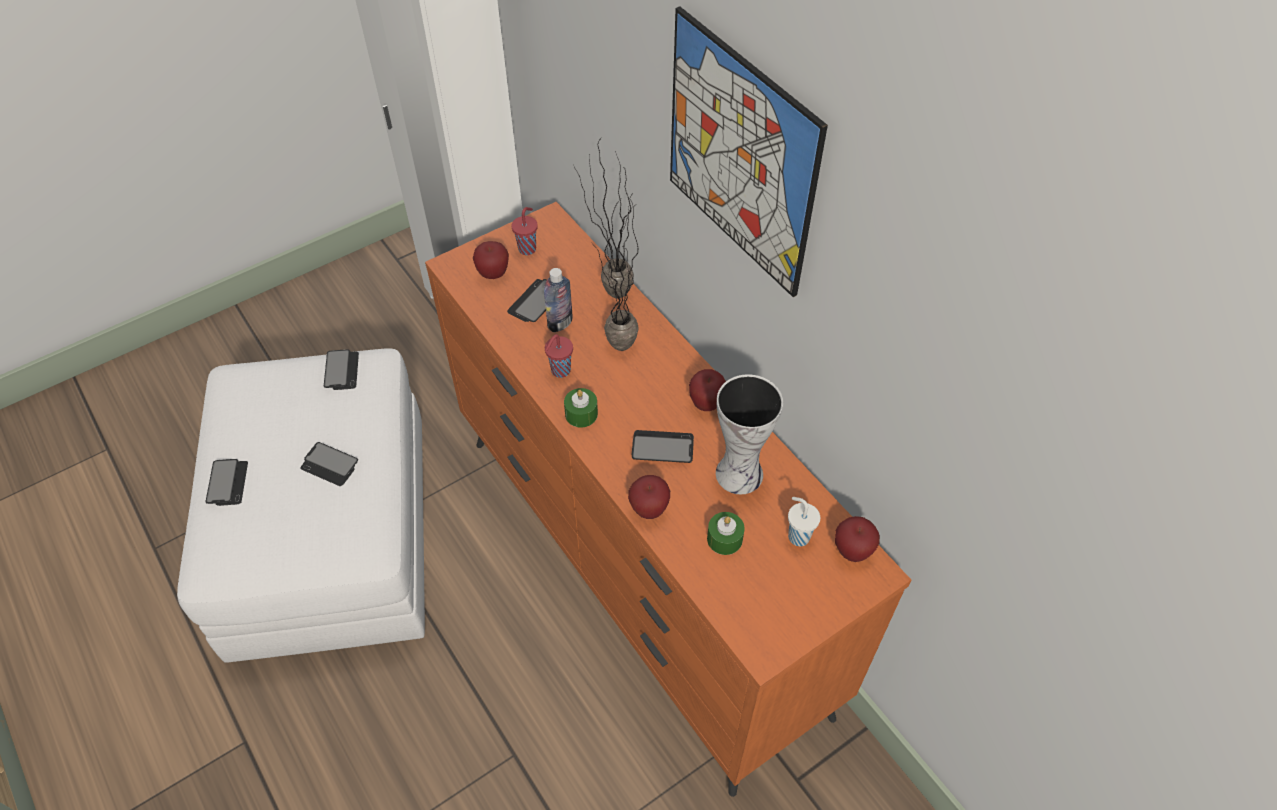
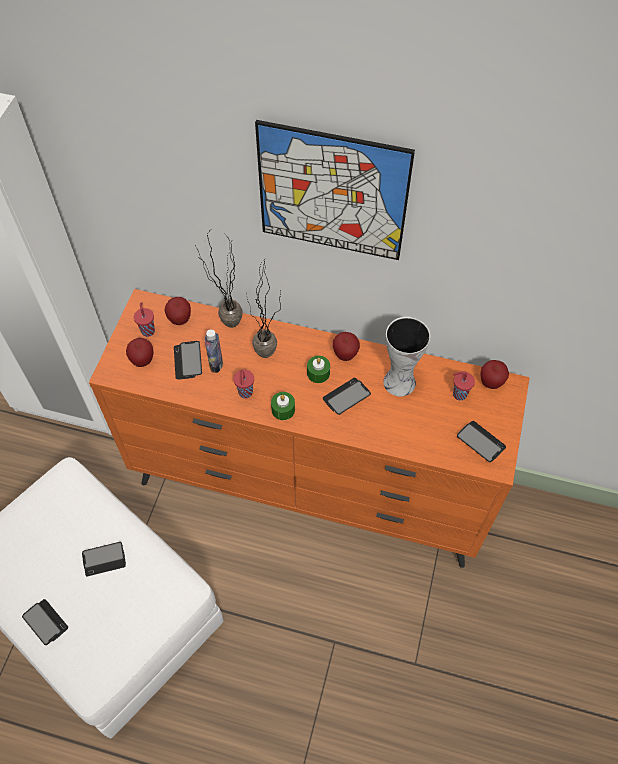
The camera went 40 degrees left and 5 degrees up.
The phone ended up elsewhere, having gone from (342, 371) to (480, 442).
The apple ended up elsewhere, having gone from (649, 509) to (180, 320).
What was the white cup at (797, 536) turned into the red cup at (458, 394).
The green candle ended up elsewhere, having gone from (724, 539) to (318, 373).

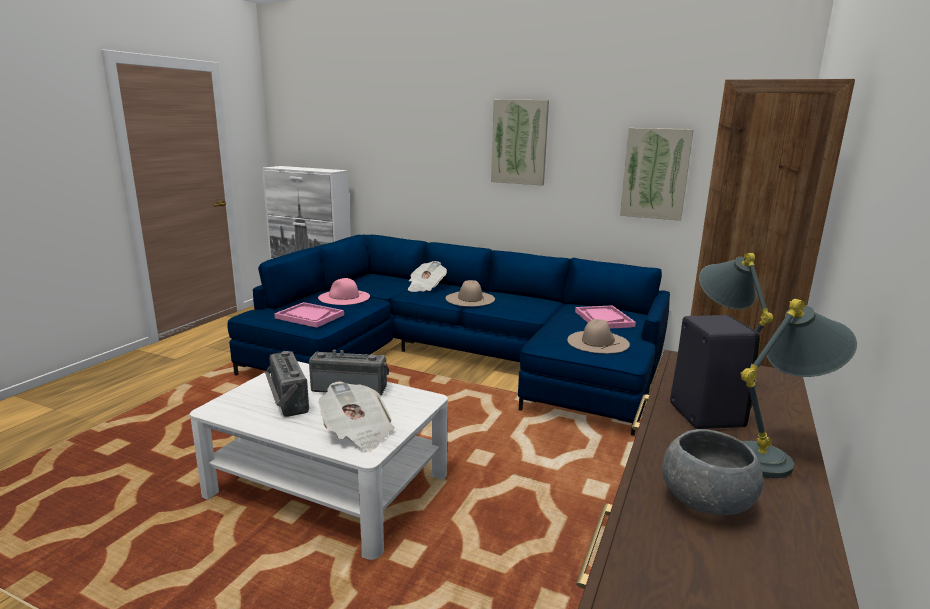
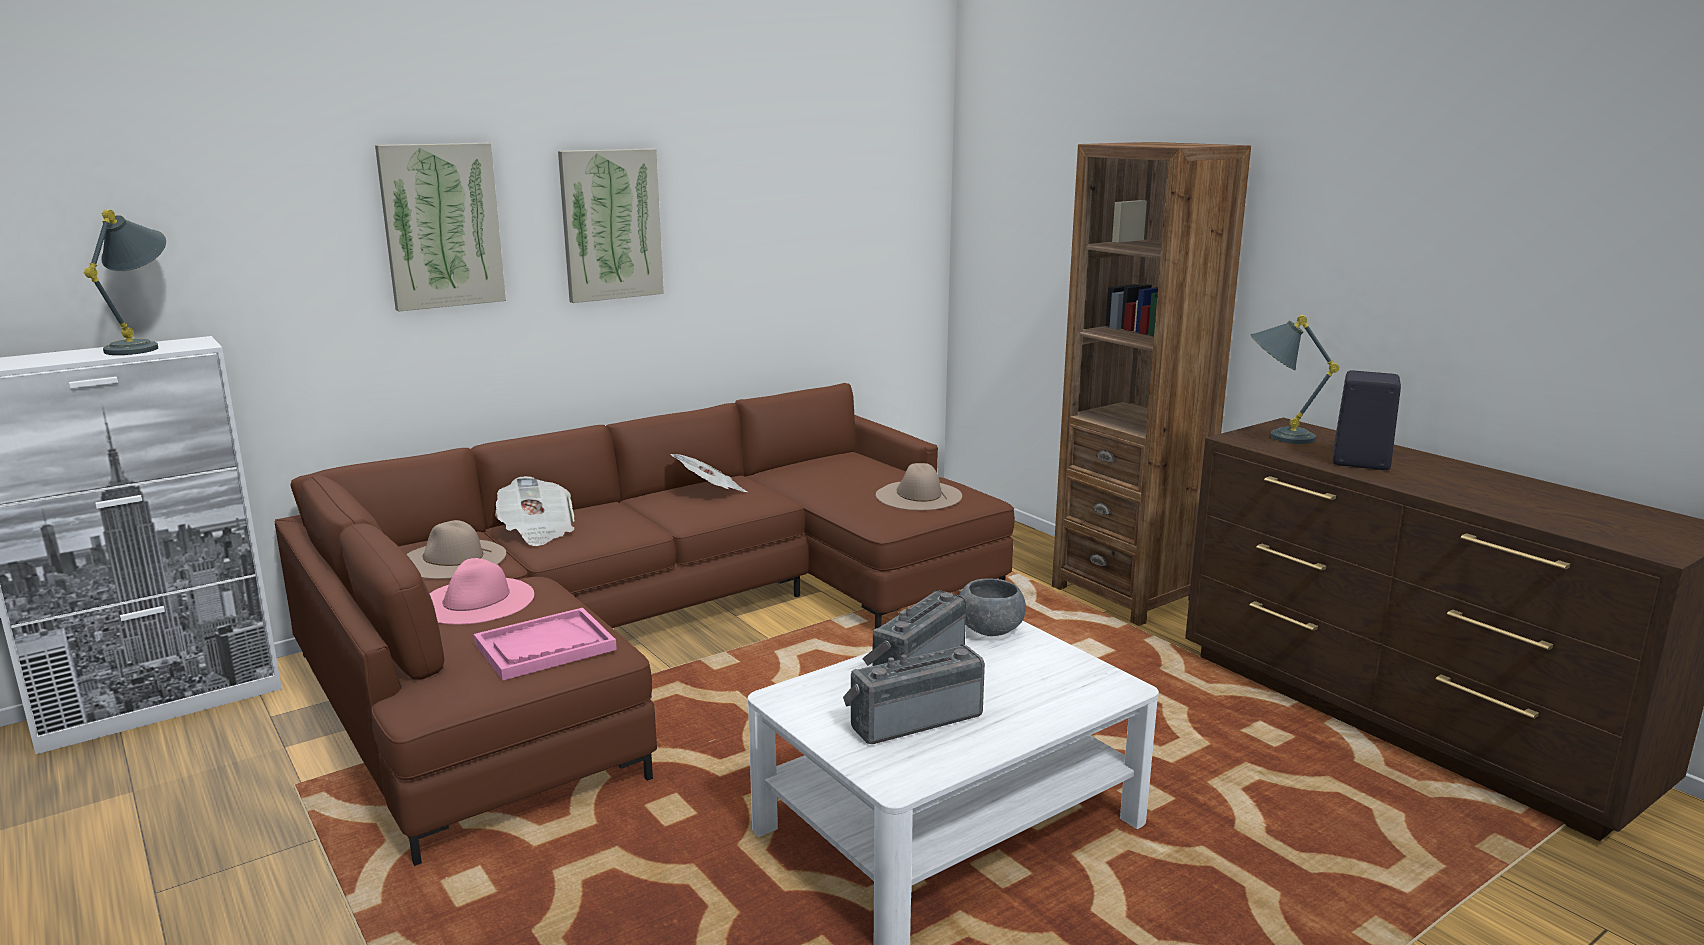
The camera went 60 degrees left and 0 degrees up.
The picture ended up elsewhere, having gone from (655, 173) to (441, 226).
What was the blue sofa at (454, 358) turned into the brown sofa at (655, 632).
The beige hat ended up elsewhere, having gone from (470, 298) to (453, 559).
The grey table lamp ended up elsewhere, having gone from (776, 457) to (144, 346).
The second view lost the pink tray at (603, 319).
The radio at (285, 400) ended up facing another way, 150 degrees clockwise from before.
The newspaper ended up elsewhere, having gone from (357, 433) to (711, 492).
The grey bowl ended up elsewhere, having gone from (706, 502) to (990, 630).

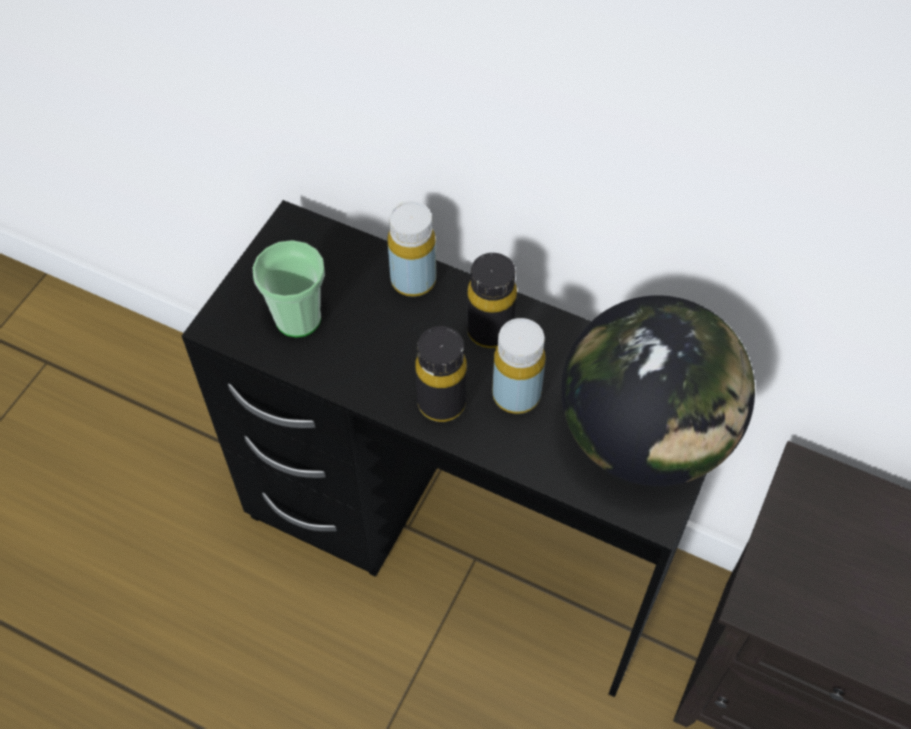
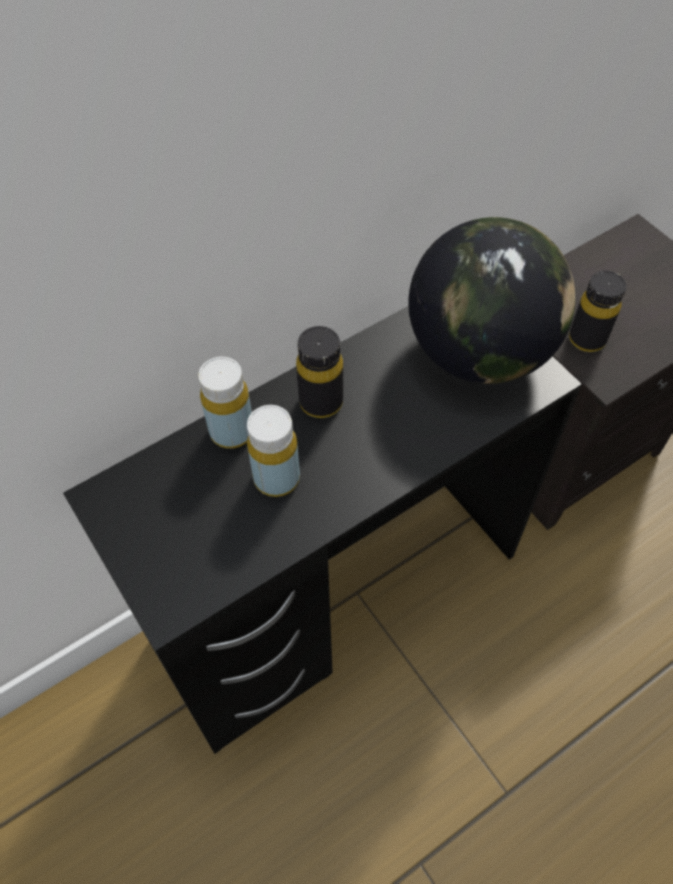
The camera went 60 degrees left and 0 degrees up.
The second view lost the cup at (298, 318).
The yellow bottle ended up elsewhere, having gone from (516, 395) to (276, 478).
The black bottle ended up elsewhere, having gone from (441, 402) to (587, 339).

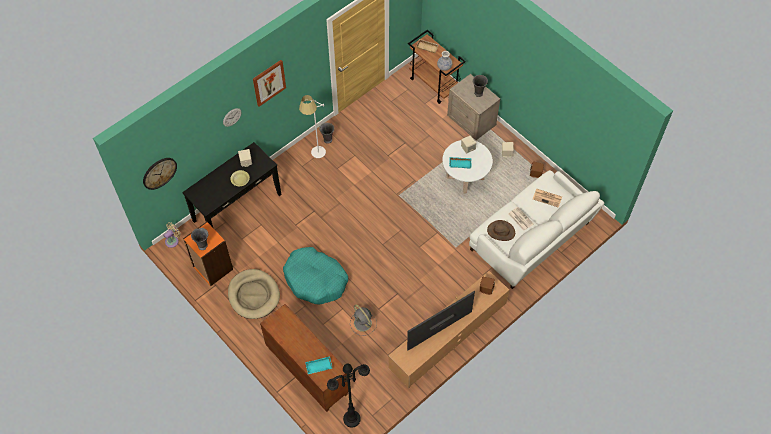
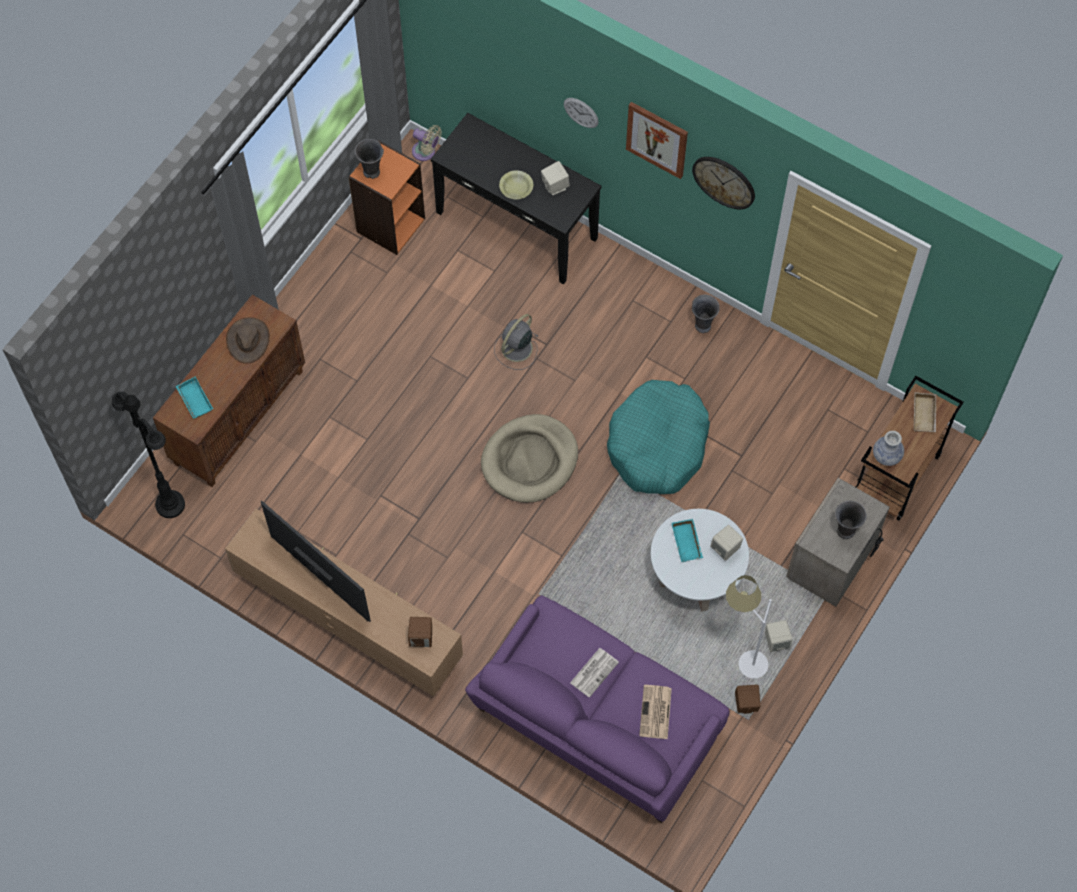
The camera went 75 degrees right and 5 degrees up.
The white floor lamp ended up elsewhere, having gone from (316, 157) to (739, 664).
The wall clock ended up elsewhere, having gone from (159, 173) to (724, 181).
What was the white sofa at (531, 238) turned into the purple sofa at (596, 722).
The brown hat ended up elsewhere, having gone from (501, 231) to (248, 340).
The turquoise dog bed ended up elsewhere, having gone from (315, 280) to (658, 444).
The beige dog bed ended up elsewhere, having gone from (254, 295) to (530, 461).
The grey fan ended up elsewhere, having gone from (363, 324) to (516, 349).

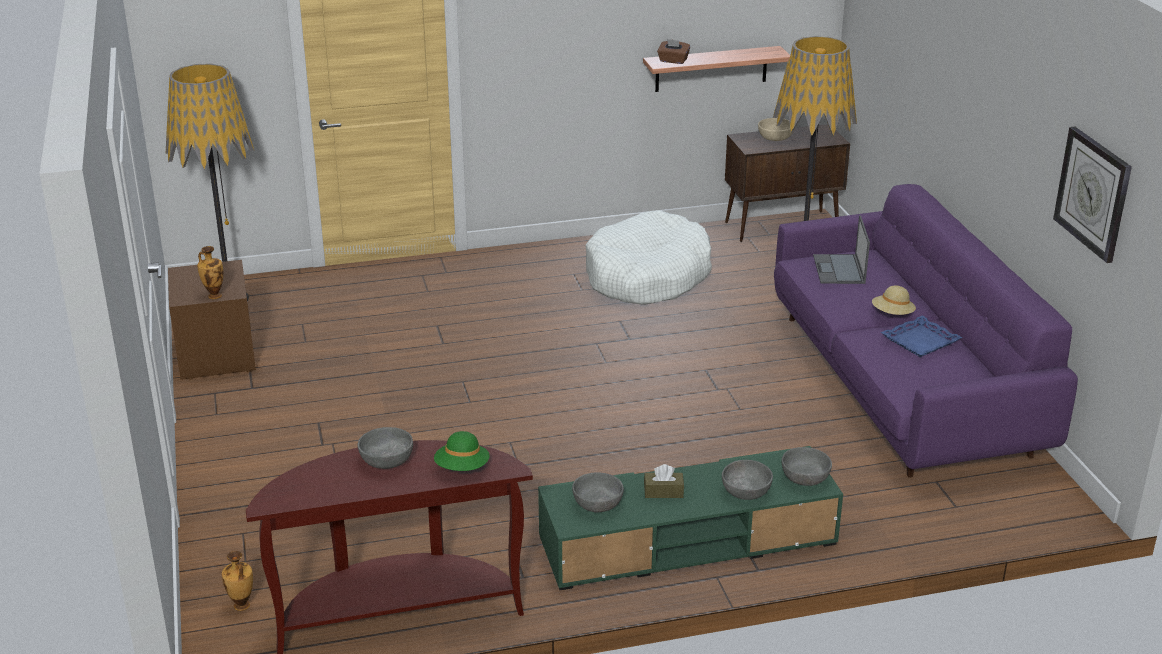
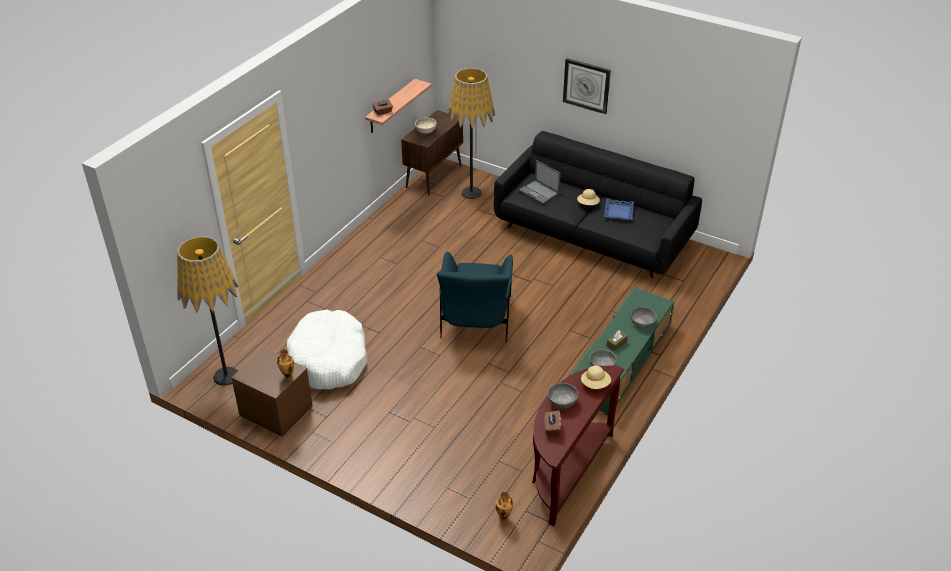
The camera went 45 degrees left and 10 degrees up.
The wall clock ended up elsewhere, having gone from (1093, 193) to (586, 85).
What was the purple sofa at (900, 384) turned into the black sofa at (592, 235).
The white dog bed ended up elsewhere, having gone from (647, 276) to (329, 359).
What was the green hat at (462, 468) turned into the beige hat at (595, 384).
The second view lost the grey bowl at (805, 477).
The second view gained the blue armchair at (476, 319).
The second view gained the brown tissue box at (552, 428).

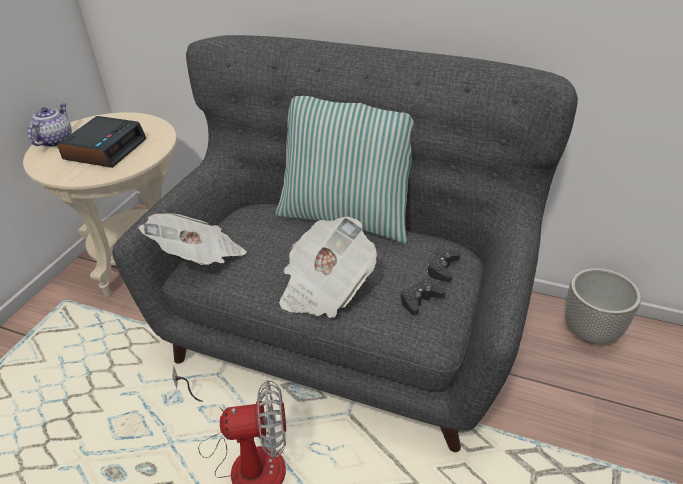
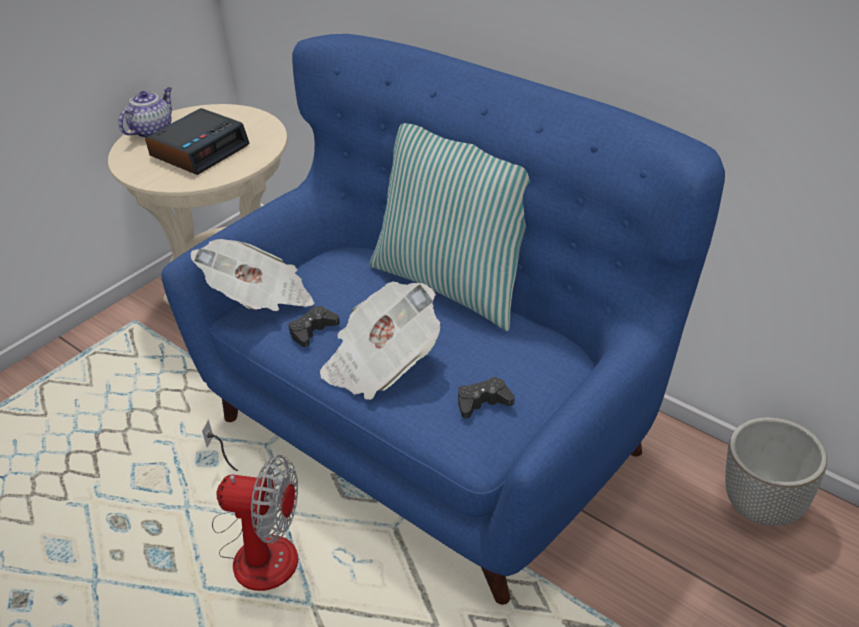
The camera went 20 degrees right and 0 degrees up.
What was the grey sofa at (344, 328) turned into the blue sofa at (436, 426).
The black game controller ended up elsewhere, having gone from (442, 268) to (313, 331).

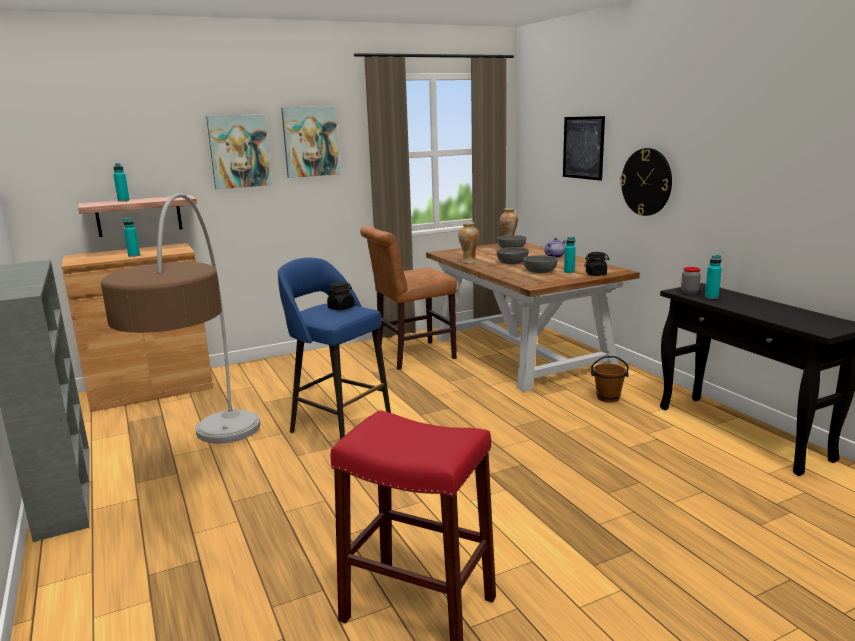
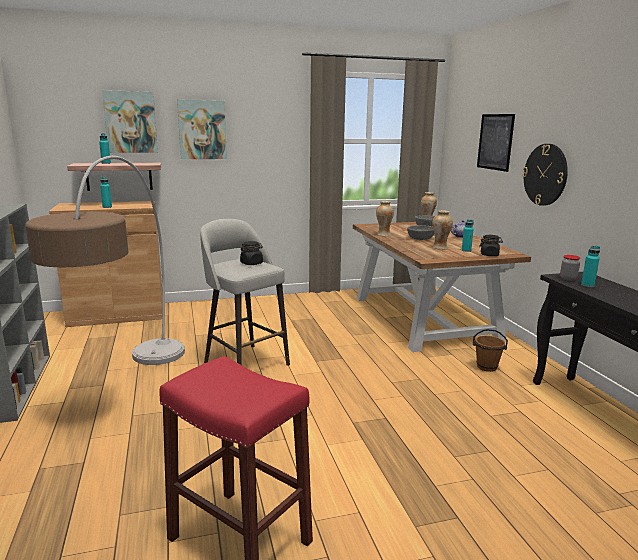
The camera went 10 degrees right and 0 degrees up.
The picture ended up elsewhere, having gone from (310, 141) to (131, 122).
The second view lost the brown chair at (411, 356).
Where the grey bowl stood at (539, 271), the vase came to stand at (440, 248).
What was the blue stool at (339, 426) turned into the grey stool at (245, 363).

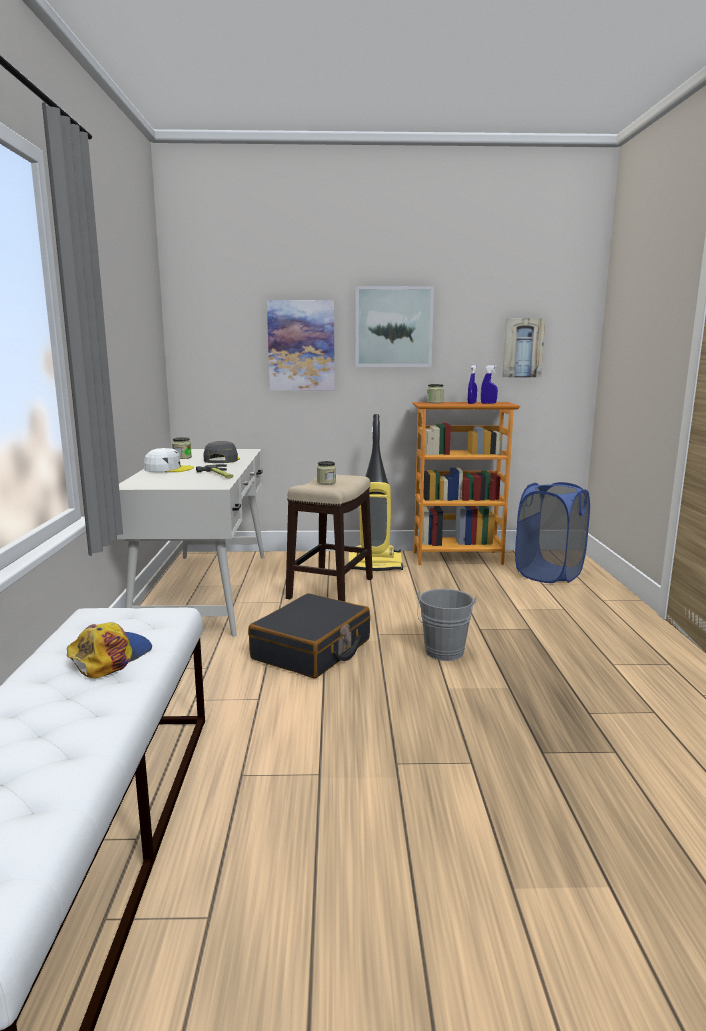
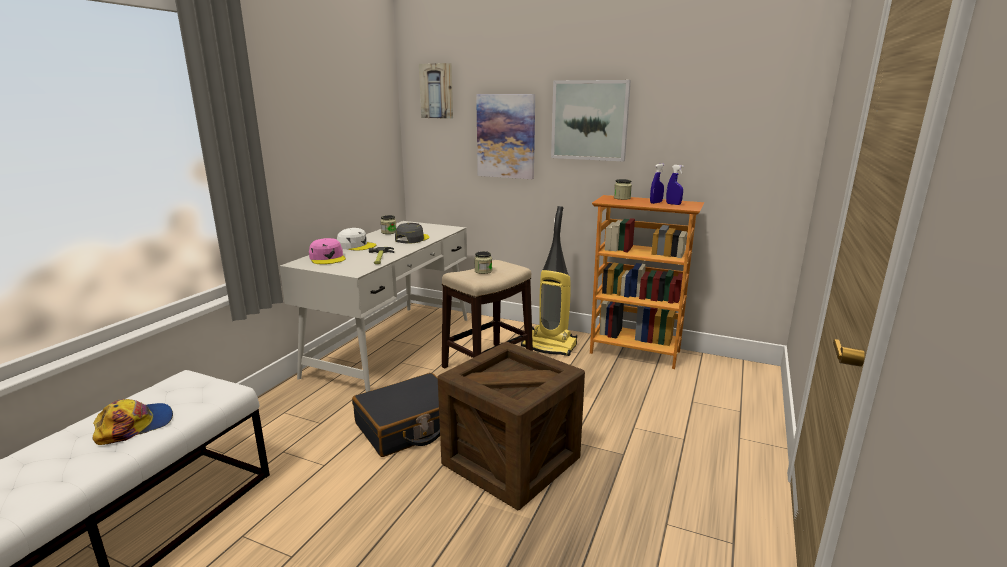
The camera went 25 degrees right and 5 degrees up.
The picture ended up elsewhere, having gone from (522, 348) to (437, 91).
The second view lost the blue laundry basket at (549, 574).
Where the grey bucket stood at (443, 654), the crate came to stand at (511, 461).
The second view gained the pink cap at (327, 258).

